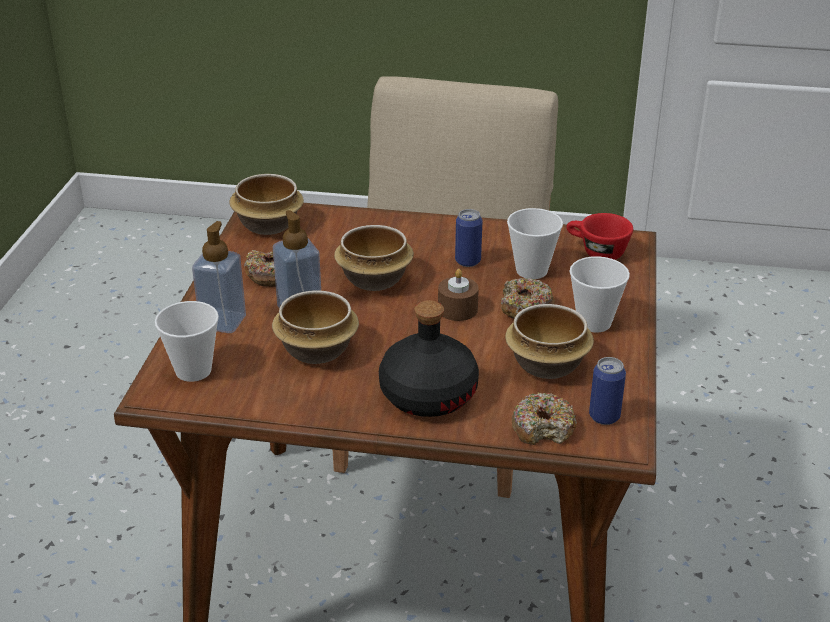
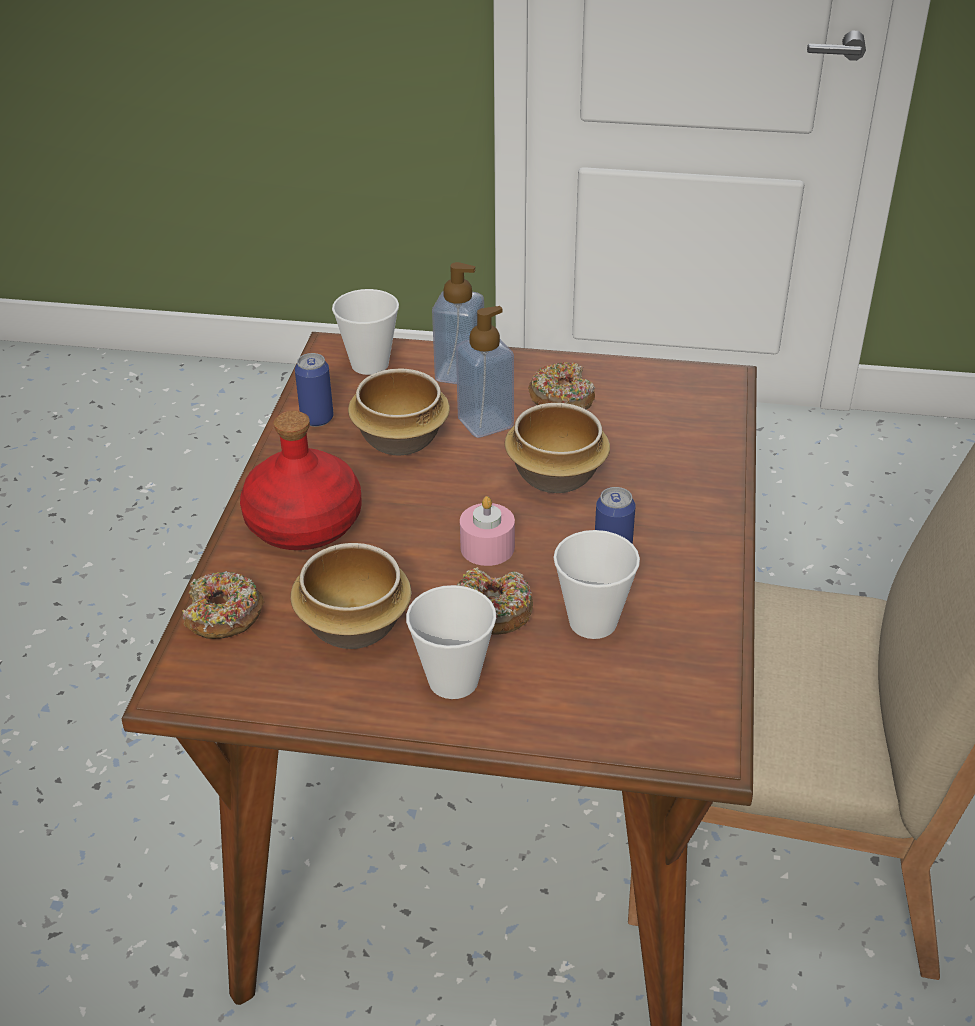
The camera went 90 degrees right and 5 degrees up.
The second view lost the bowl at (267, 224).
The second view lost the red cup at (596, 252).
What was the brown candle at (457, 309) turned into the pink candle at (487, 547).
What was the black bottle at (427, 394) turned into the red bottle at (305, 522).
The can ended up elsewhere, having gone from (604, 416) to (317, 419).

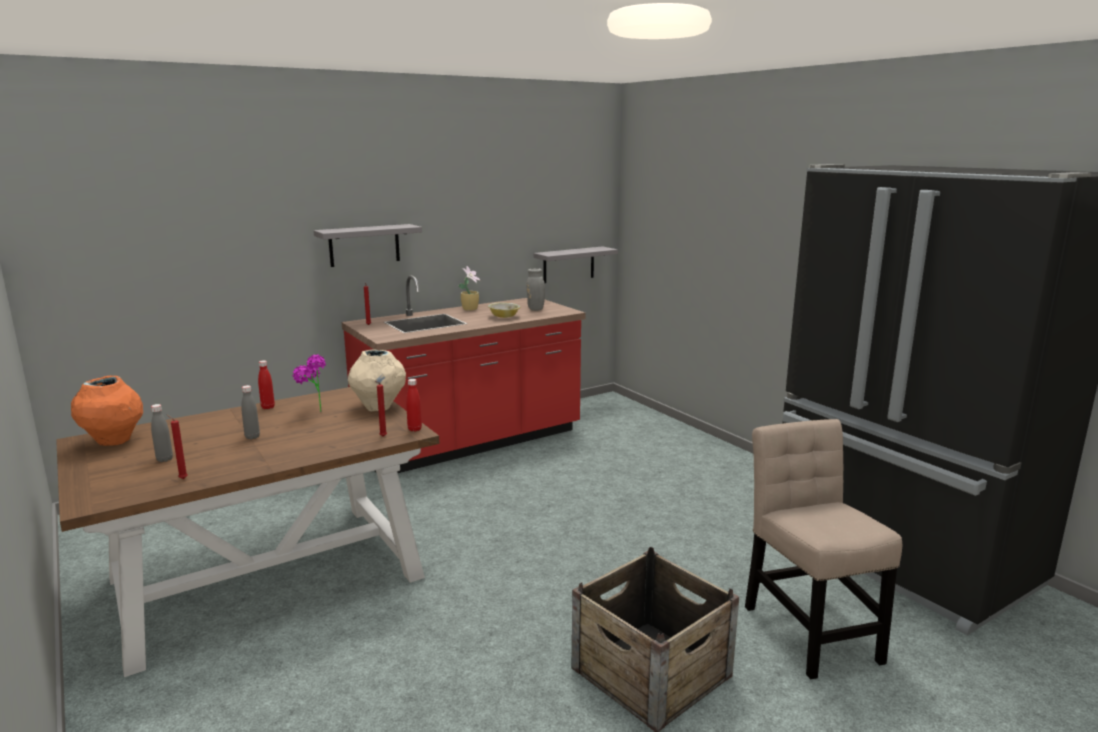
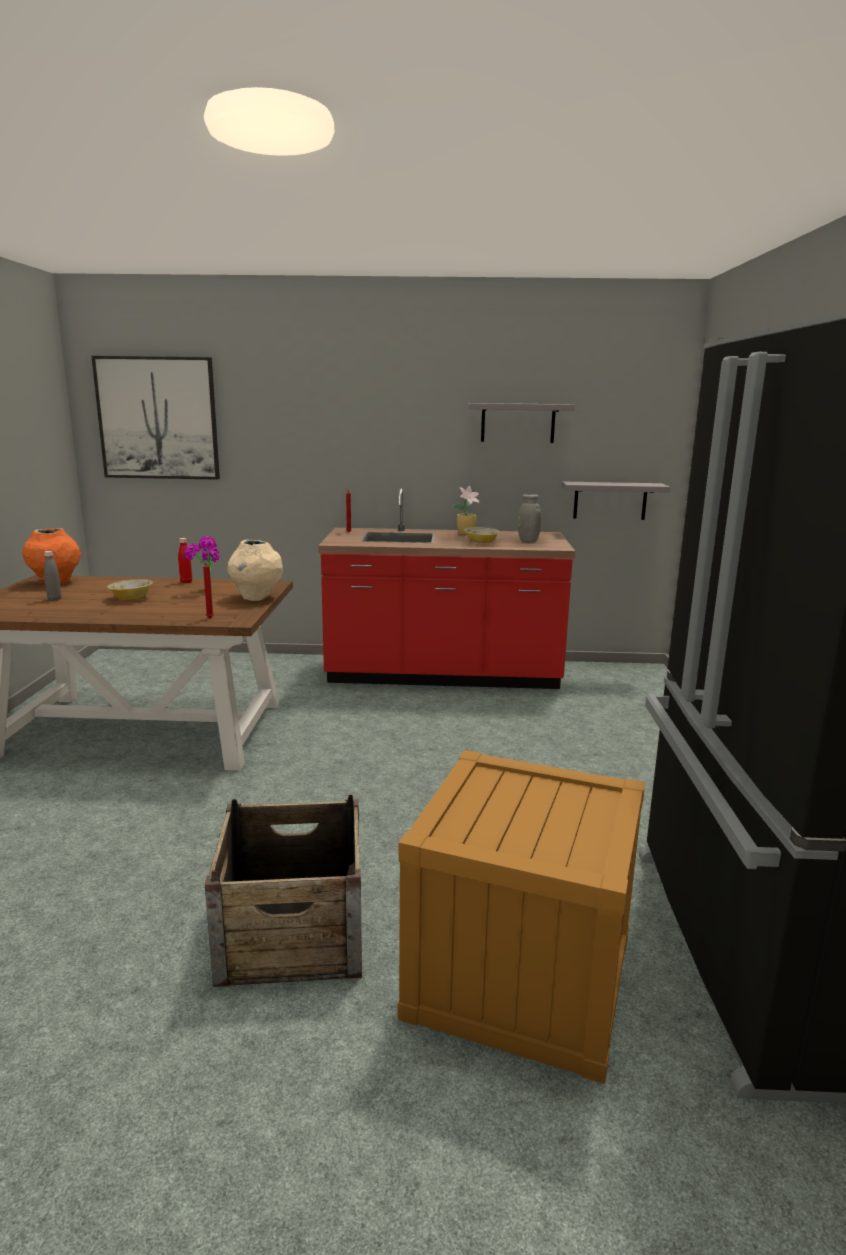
The camera went 35 degrees right and 0 degrees up.
The grey shelf ended up elsewhere, having gone from (364, 245) to (518, 423).
The second view lost the red bottle at (414, 429).
Where the grey bottle stood at (252, 437), the bowl came to stand at (131, 598).
The second view lost the red candle at (182, 479).
Where the beige chair stood at (808, 628), the crate came to stand at (521, 976).
The second view gained the picture at (158, 418).

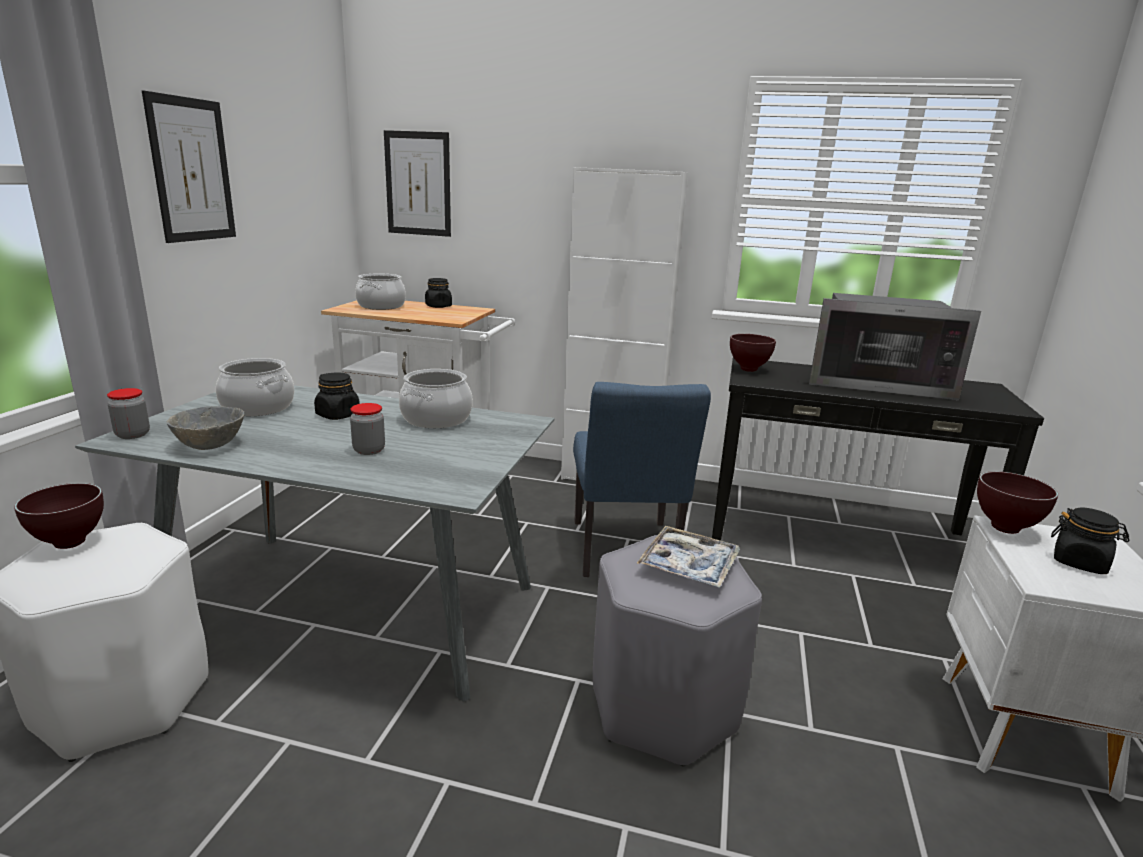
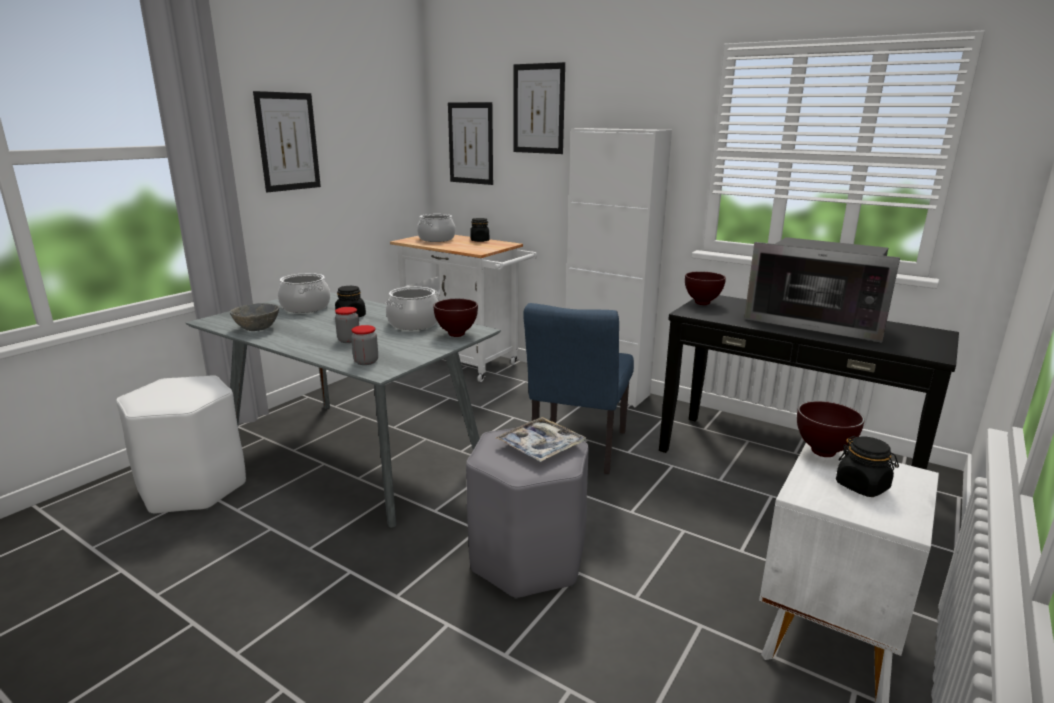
The camera went 20 degrees right and 0 degrees up.
The jar ended up elsewhere, having gone from (133, 435) to (366, 362).
The brown bowl ended up elsewhere, having gone from (68, 543) to (455, 334).
The second view gained the picture at (538, 109).

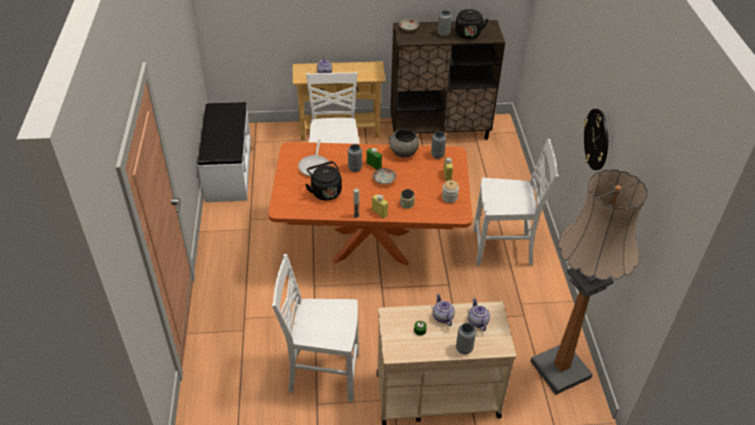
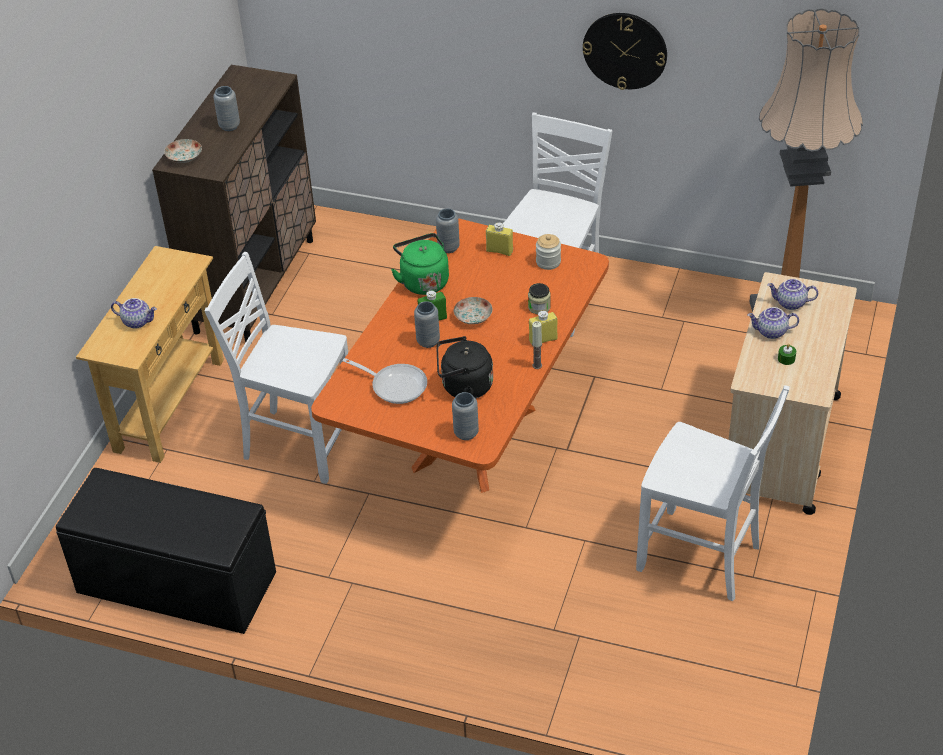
The camera went 65 degrees left and 0 degrees up.
The second view lost the black kettle at (468, 35).
What was the white bench at (228, 170) turned into the black bench at (176, 583).
Where the grey bowl stood at (403, 153), the green kettle came to stand at (423, 281).
The white chair at (322, 373) ended up facing another way, 90 degrees counterclockwise from before.
The grey vase ended up elsewhere, having gone from (464, 349) to (466, 433).

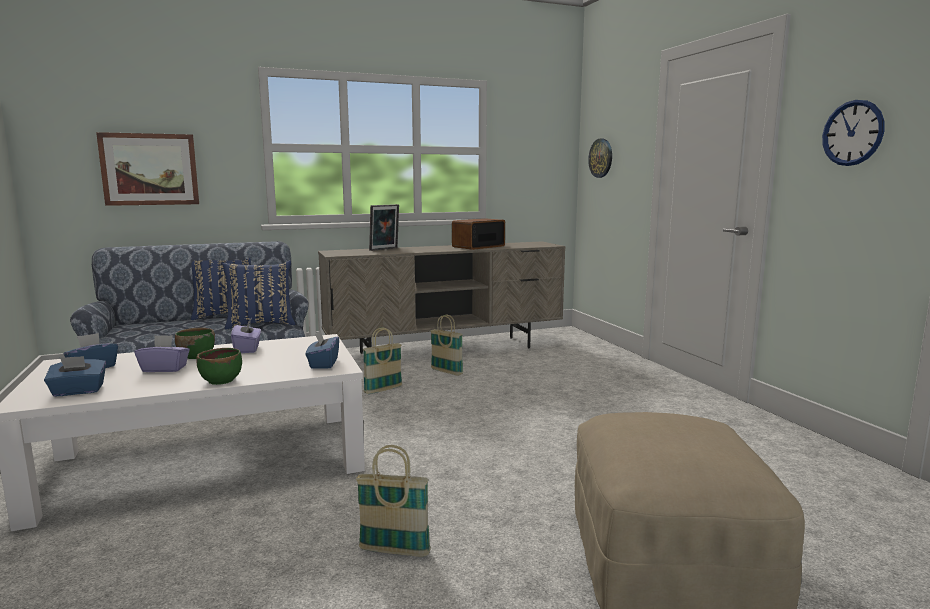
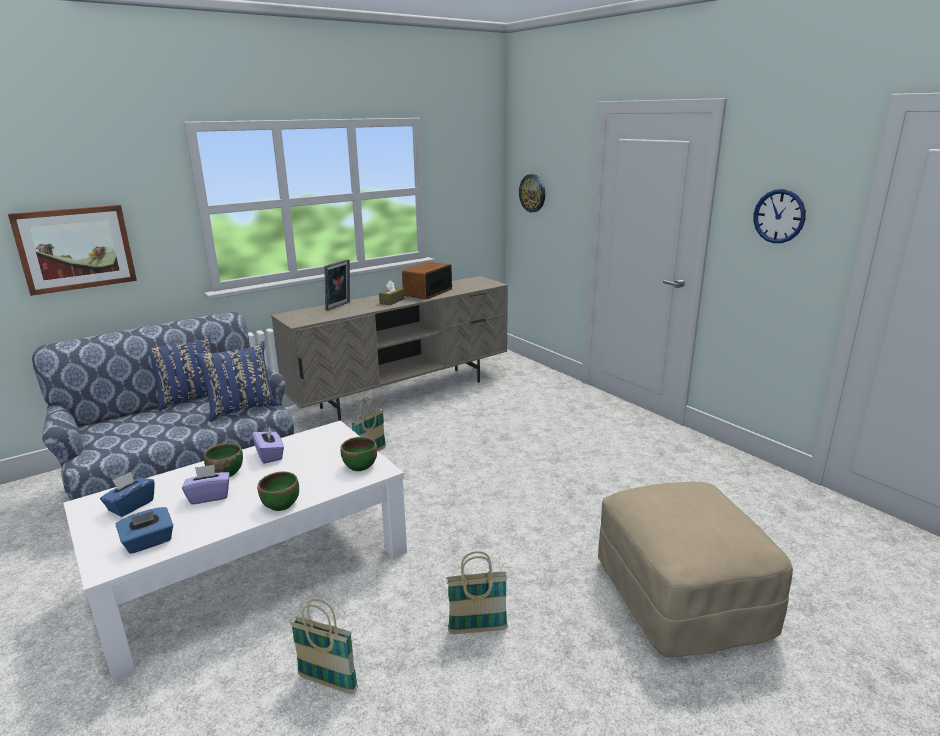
The camera went 15 degrees left and 10 degrees up.
The basket ended up elsewhere, having gone from (446, 372) to (327, 683).
Where the blue tissue box stood at (323, 363), the green bowl came to stand at (360, 466).
The second view gained the brown tissue box at (392, 301).

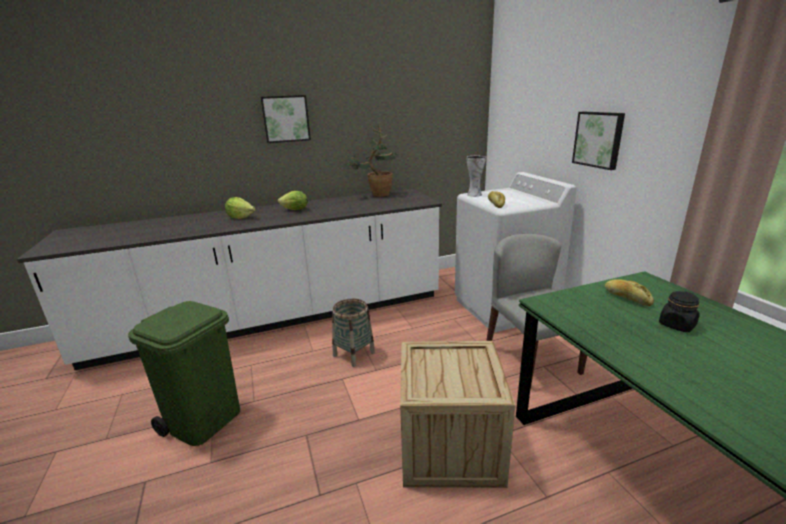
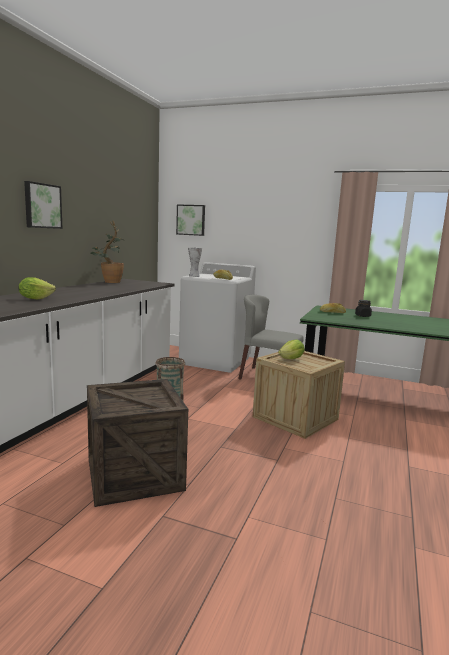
The camera went 50 degrees left and 10 degrees down.
The picture ended up elsewhere, having gone from (599, 139) to (191, 220).
The lettuce ended up elsewhere, having gone from (295, 210) to (291, 359).
Where the green trash can stood at (205, 420), the crate came to stand at (134, 474).

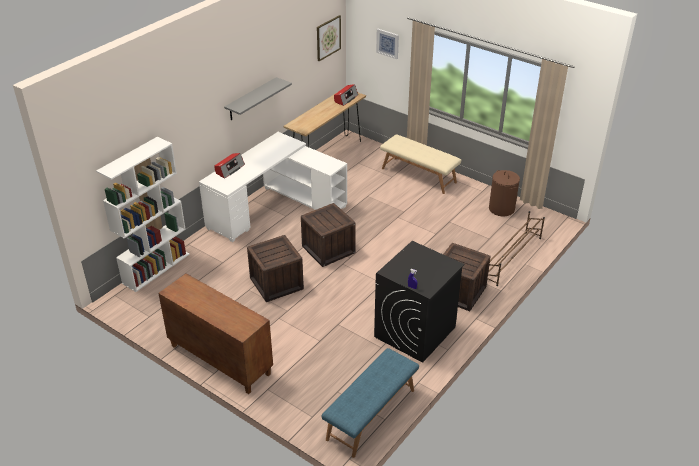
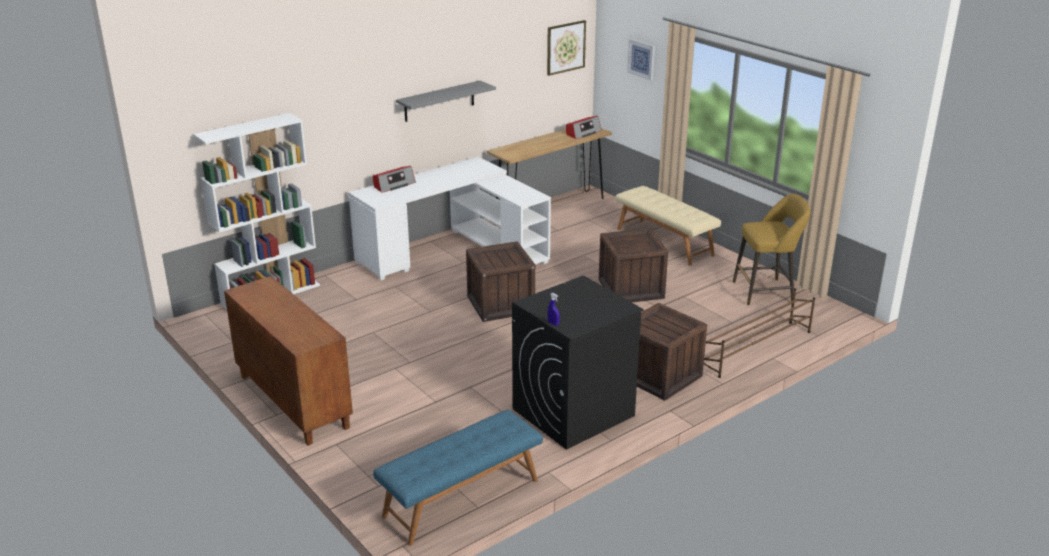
The camera went 15 degrees right and 10 degrees down.
Where the brown laundry basket stood at (501, 209), the yellow stool came to stand at (766, 292).
The crate ended up elsewhere, having gone from (276, 283) to (631, 289).

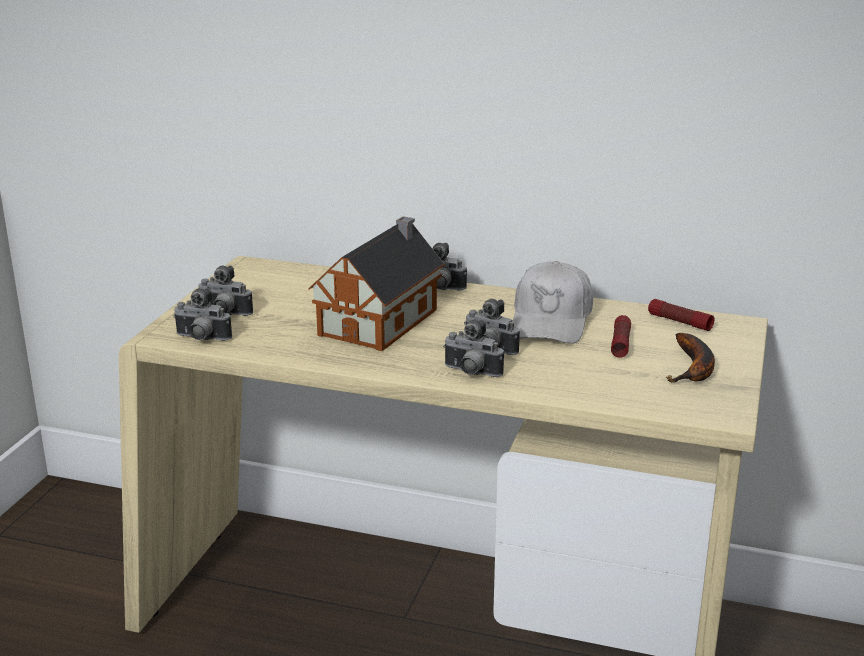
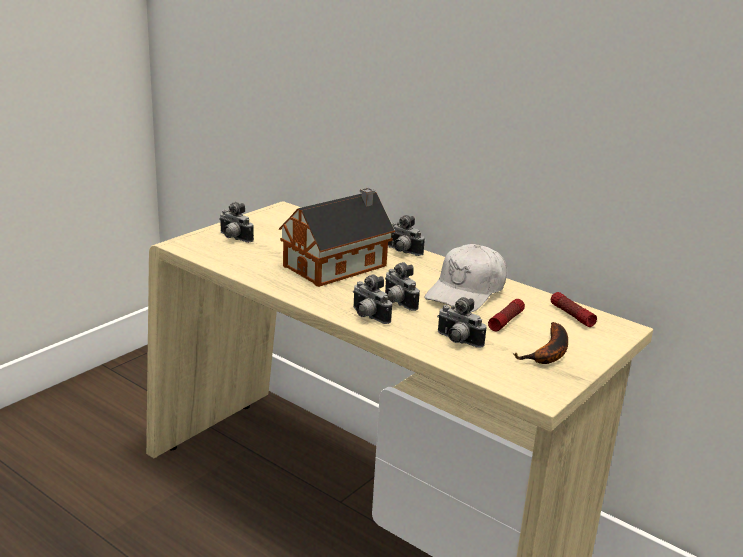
The camera went 20 degrees right and 0 degrees up.
The photo camera ended up elsewhere, having gone from (201, 339) to (457, 341).

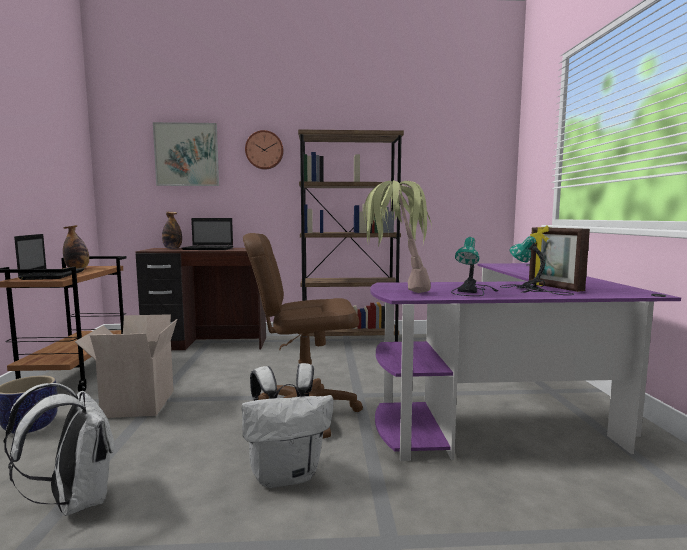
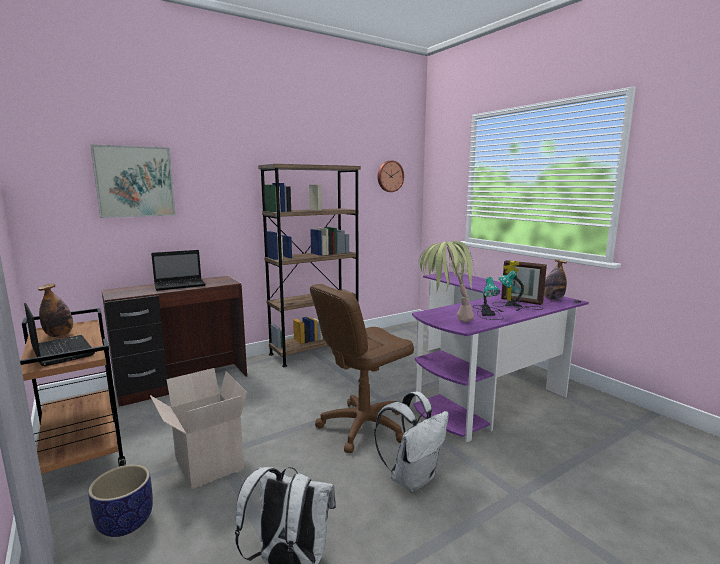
The camera went 30 degrees left and 5 degrees up.
The wall clock ended up elsewhere, having gone from (264, 150) to (389, 176).
The bottle ended up elsewhere, having gone from (172, 248) to (553, 299).

